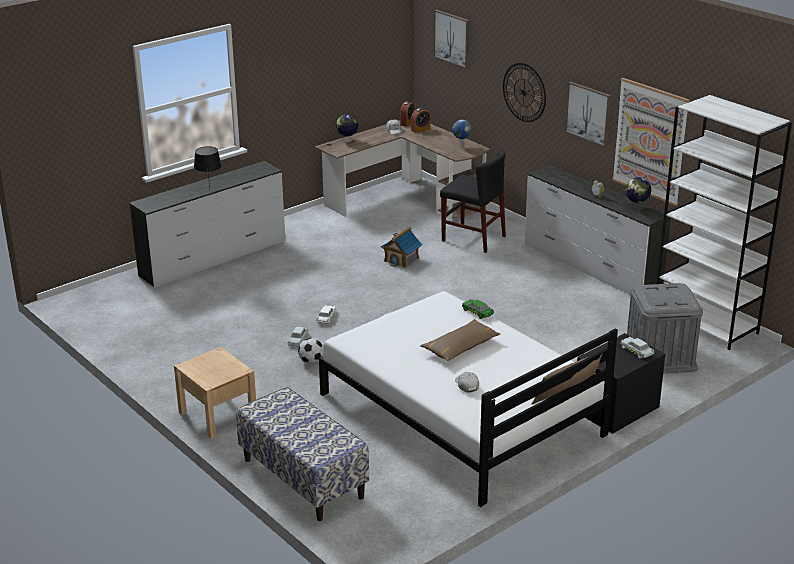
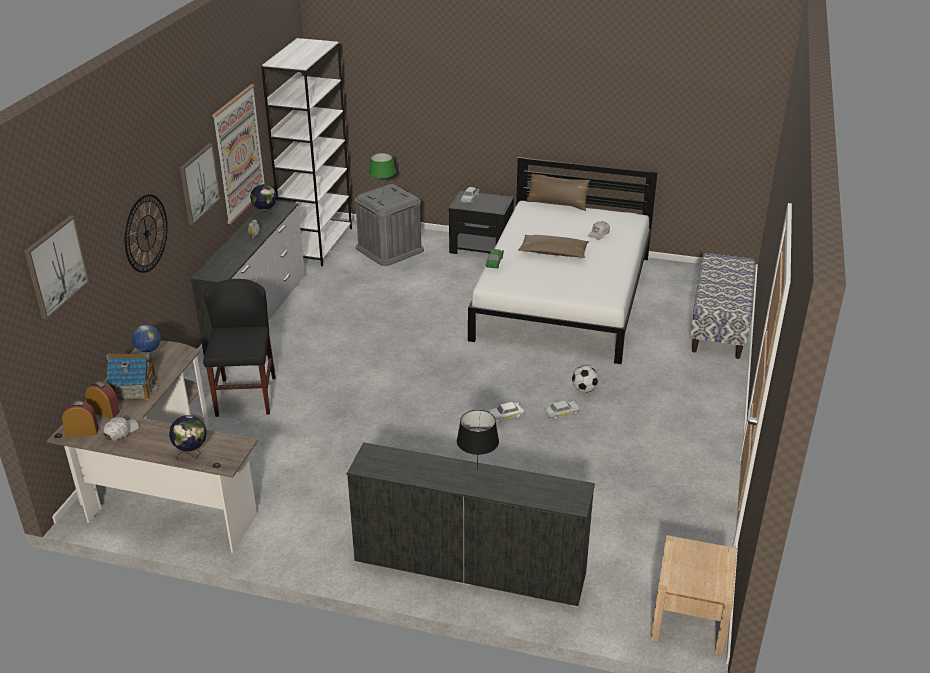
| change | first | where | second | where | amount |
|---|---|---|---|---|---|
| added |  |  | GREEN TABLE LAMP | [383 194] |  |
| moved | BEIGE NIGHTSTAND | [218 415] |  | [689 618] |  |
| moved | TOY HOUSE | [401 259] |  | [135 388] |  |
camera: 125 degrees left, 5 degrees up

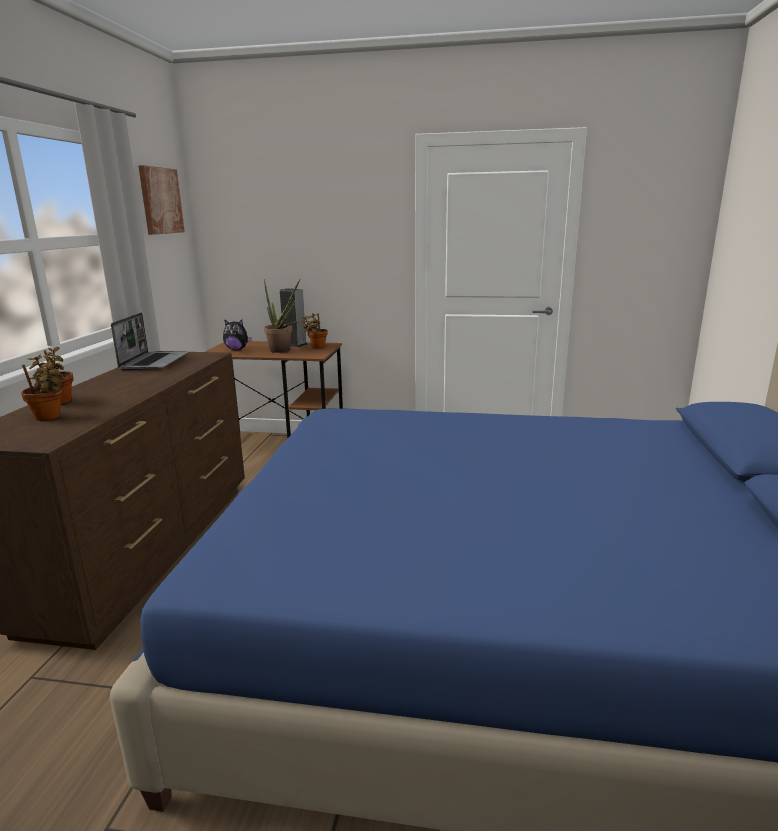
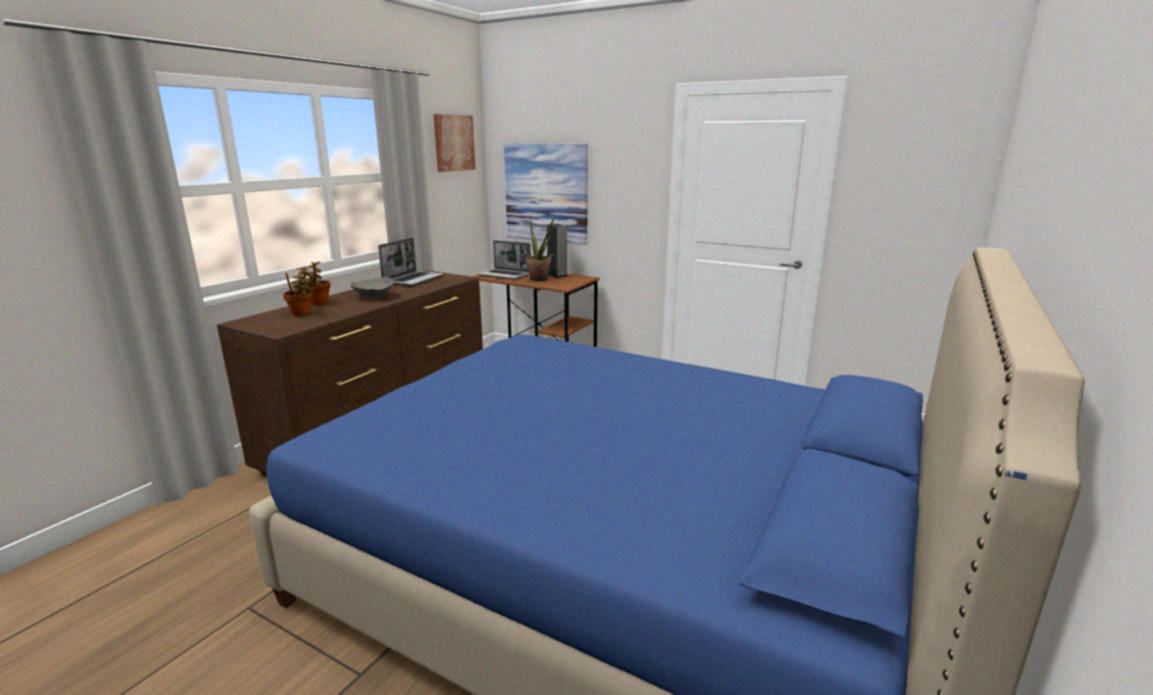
| change | first | where | second | where | amount |
|---|---|---|---|---|---|
| removed | POTTED PLANT | [317 347] |  |  |  |
| added |  |  | GREY BOWL | [374 297] |  |
| added |  |  | PICTURE | [546 193] |  |
| replaced | PLUSH TOY | [237 349] | LAPTOP | [505 275] |  |
camera: 20 degrees right, 0 degrees up

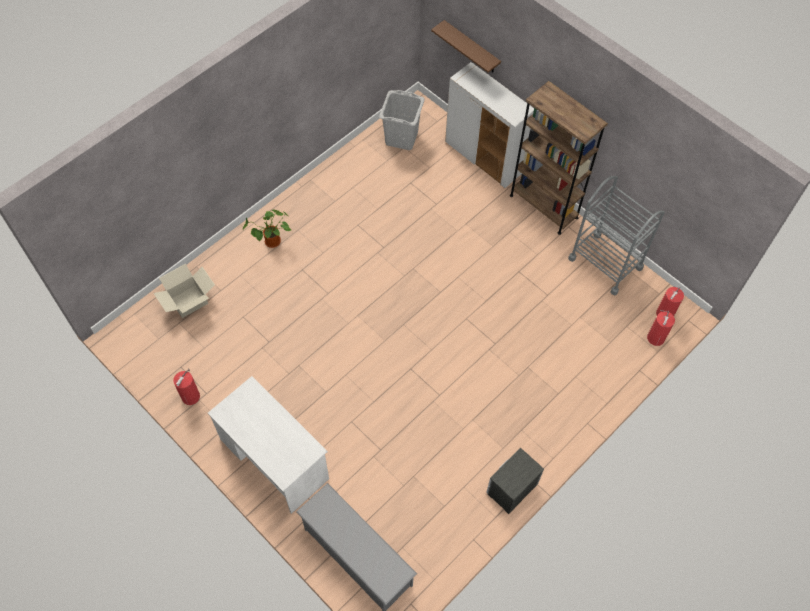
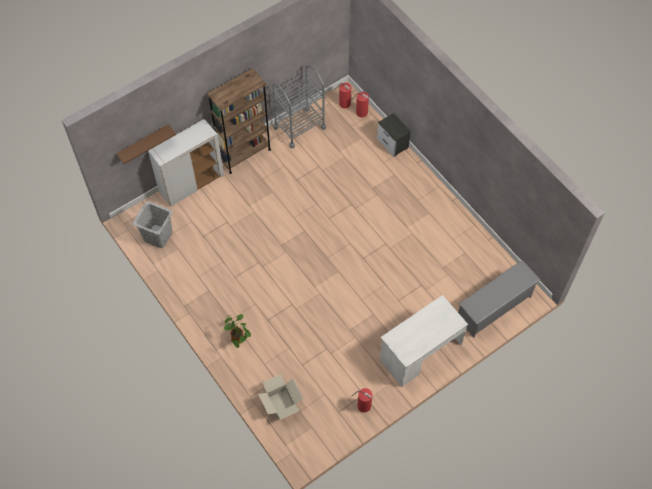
| change | first | where | second | where | amount |
|---|---|---|---|---|---|
| moved | NIGHTSTAND | [511 489] |  | [393 143] |  |
camera: 80 degrees left, 0 degrees up

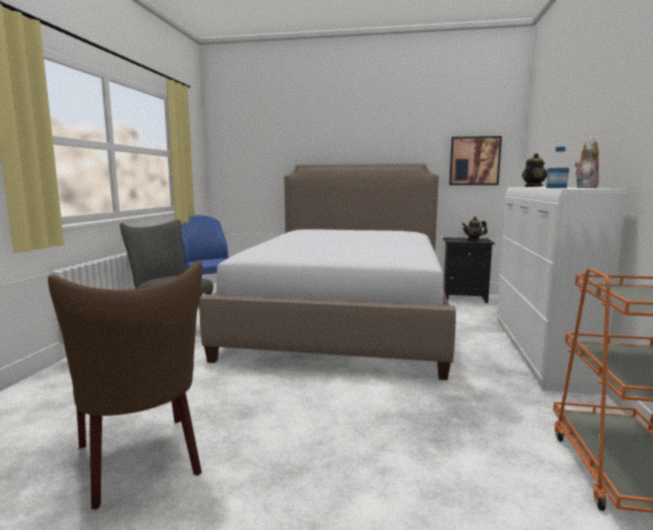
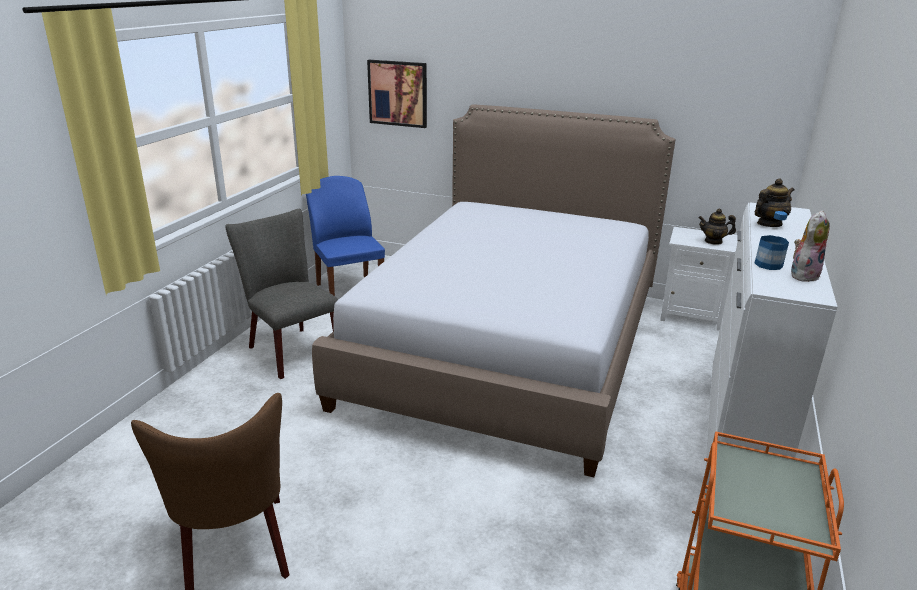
| change | first | where | second | where | amount |
|---|---|---|---|---|---|
| moved | PICTURE | [474 161] |  | [398 93] |  |
| recoloured | BLACK NIGHTSTAND | [464 297] | WHITE NIGHTSTAND | [691 315] |  |
camera: 10 degrees right, 15 degrees up

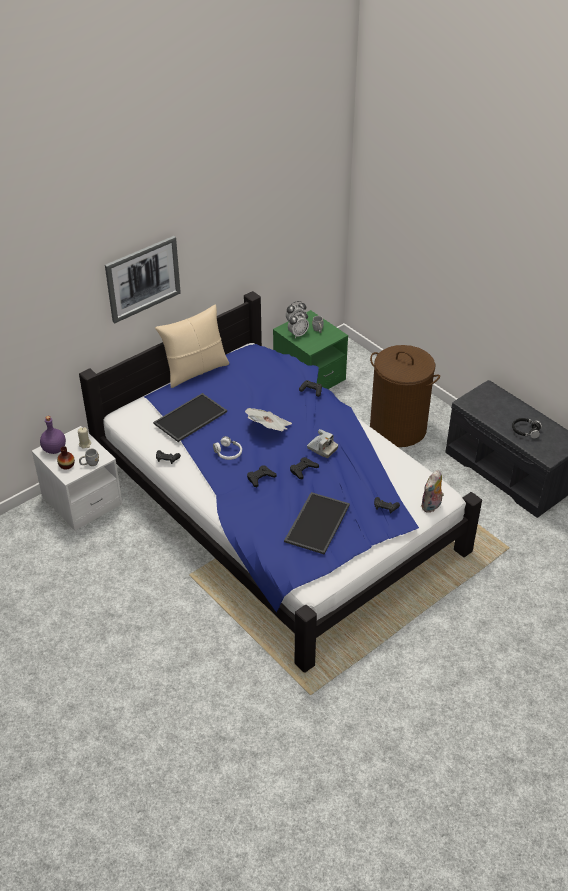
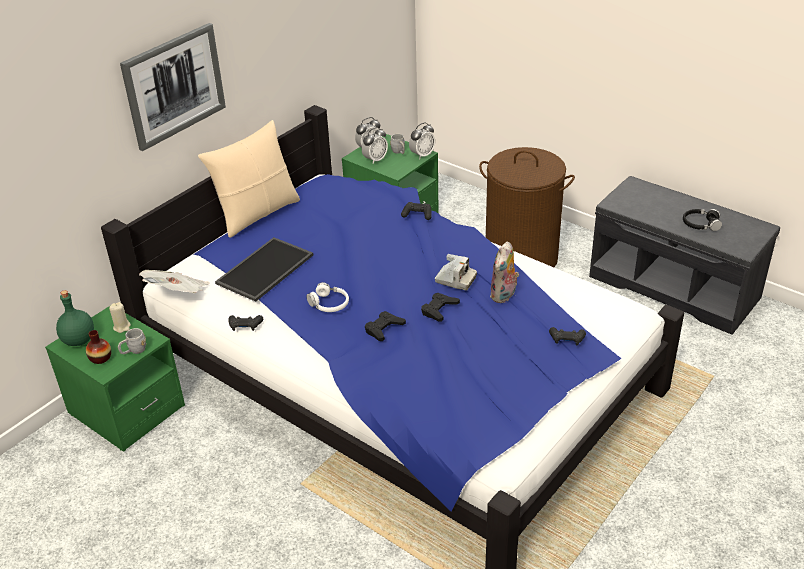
| change | first | where | second | where | amount |
|---|---|---|---|---|---|
| removed | TRAY | [316 522] |  |  |  |
| added |  |  | ALARM CLOCK | [422 155] |  |
| moved | NEWSPAPER | [269 428] |  | [178 294] |  |
| moved | PLUSH TOY | [431 506] |  | [504 295] |  |
| recoloured | WHITE NIGHTSTAND | [82 501] | GREEN NIGHTSTAND | [126 410] |  |
| recoloured | PURPLE BOTTLE | [54 450] | GREEN BOTTLE | [78 340] |  |
camera: 10 degrees left, 5 degrees down

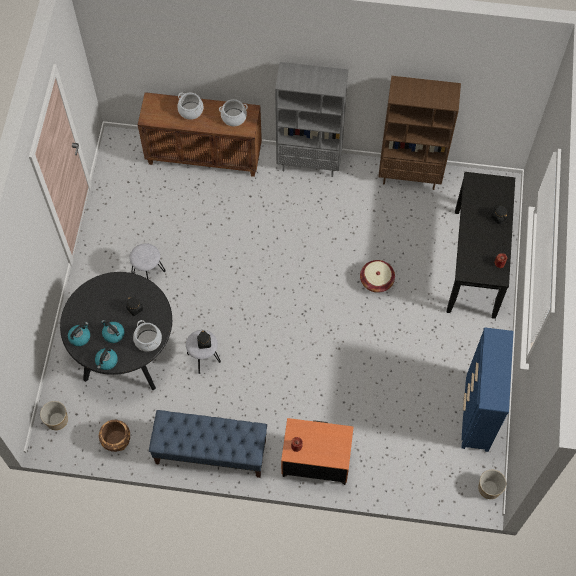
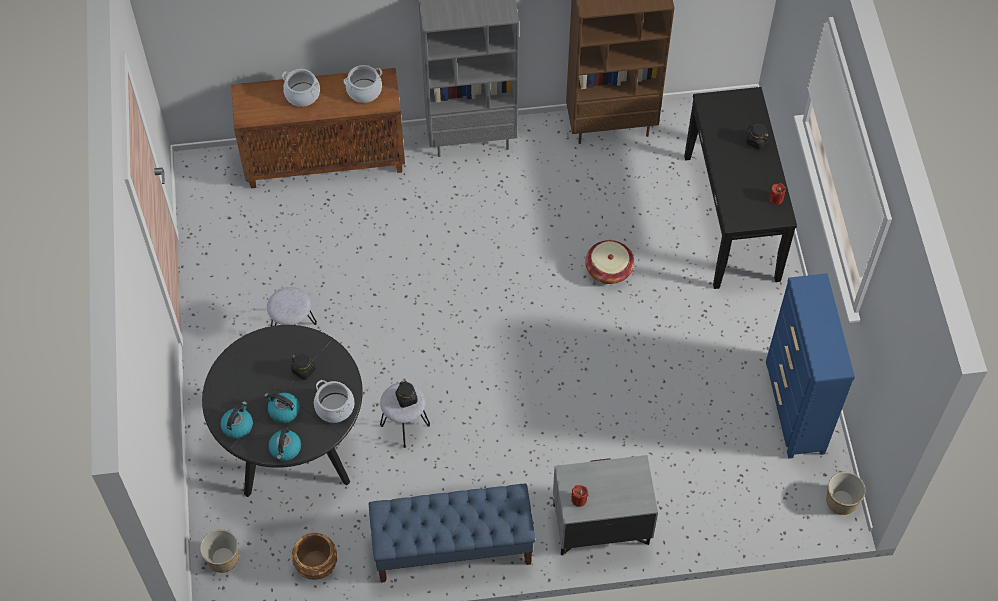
| change | first | where | second | where | amount |
|---|---|---|---|---|---|
| recoloured | ORANGE NIGHTSTAND | [315 463] | GREY NIGHTSTAND | [600 526] |  |
camera: 15 degrees left, 5 degrees down

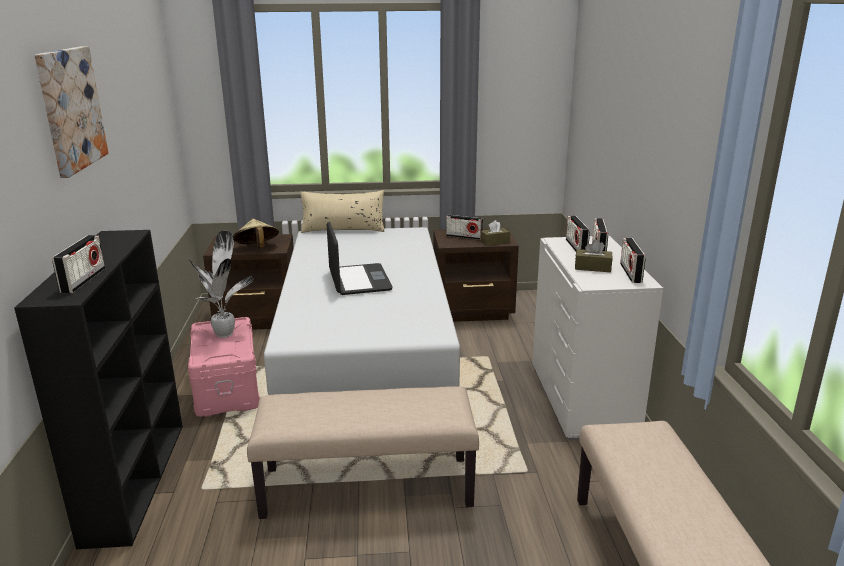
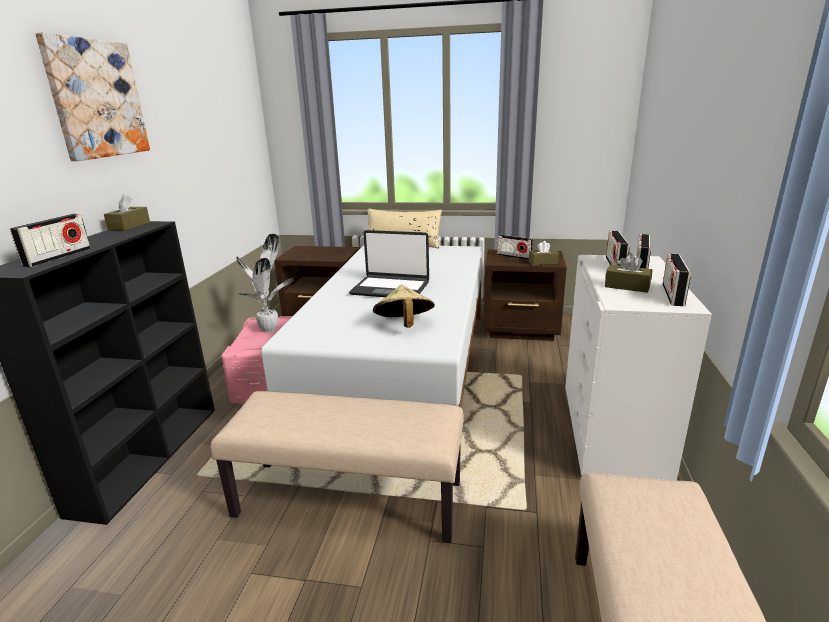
| change | first | where | second | where | amount |
|---|---|---|---|---|---|
| added |  |  | BROWN TISSUE BOX | [129 226] |  |
| moved | BEIGE HAT | [257 248] |  | [404 325] |  |
| turned | LAPTOP | [358 280] |  | [390 288] | 105 degrees clockwise |
camera: 15 degrees right, 0 degrees up

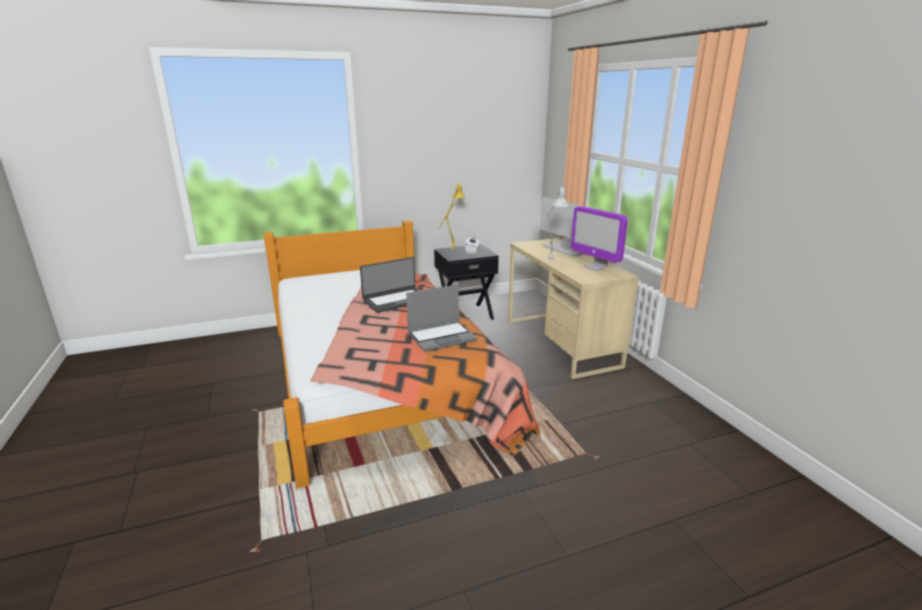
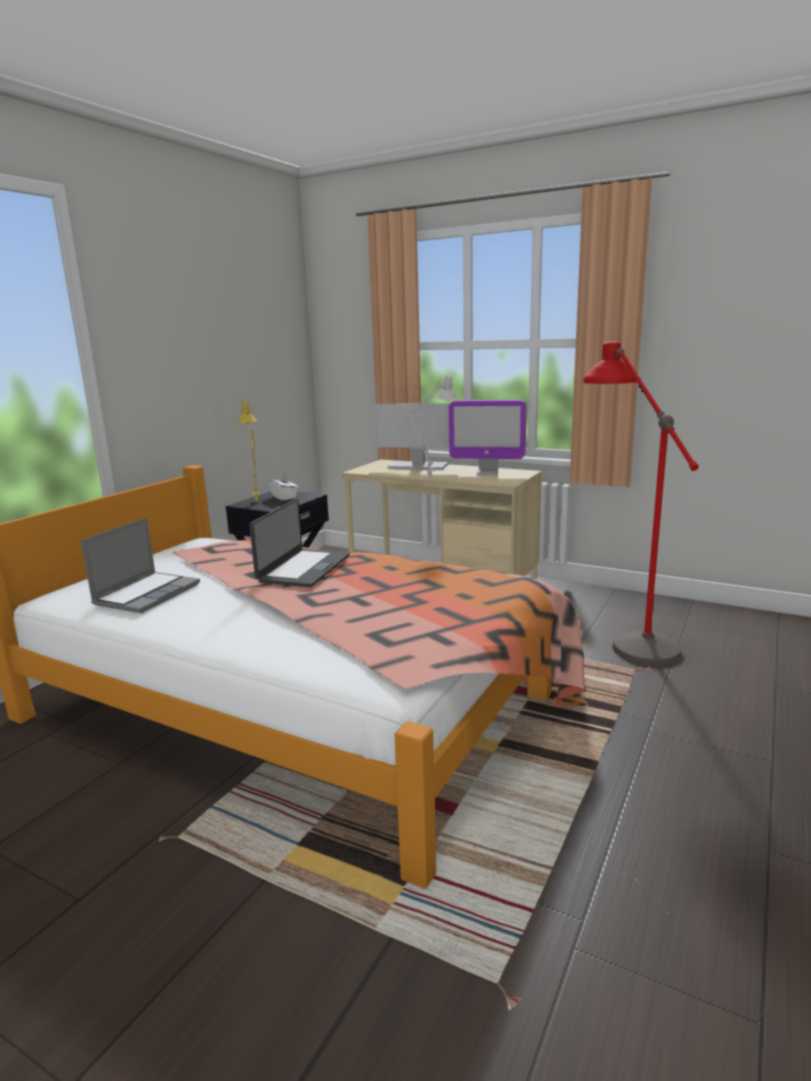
| change | first | where | second | where | amount |
|---|---|---|---|---|---|
| added |  |  | RED FLOOR LAMP | [624 630] |  |
| moved | LAPTOP | [442 337] |  | [147 594] |  |
camera: 40 degrees left, 5 degrees down

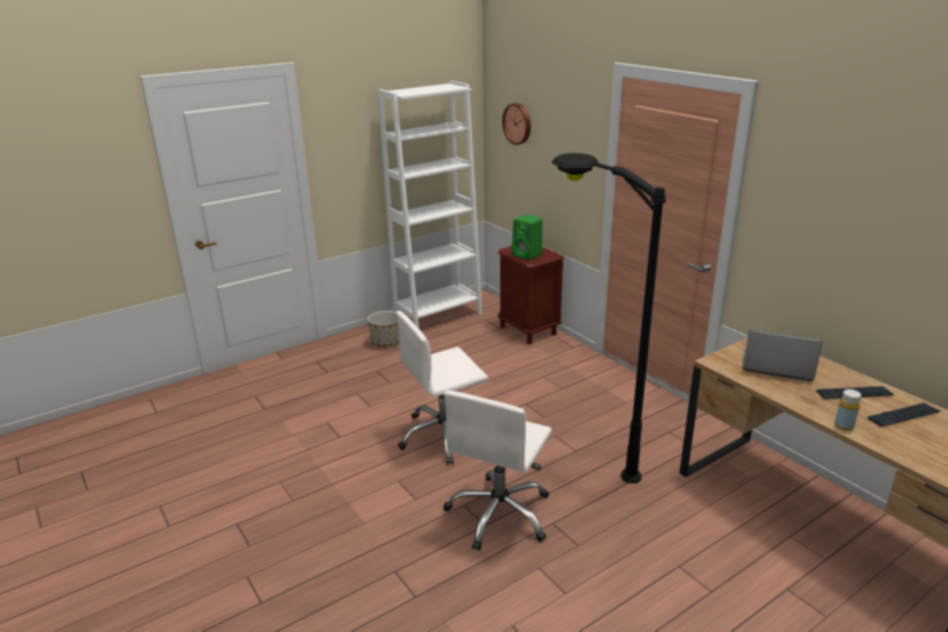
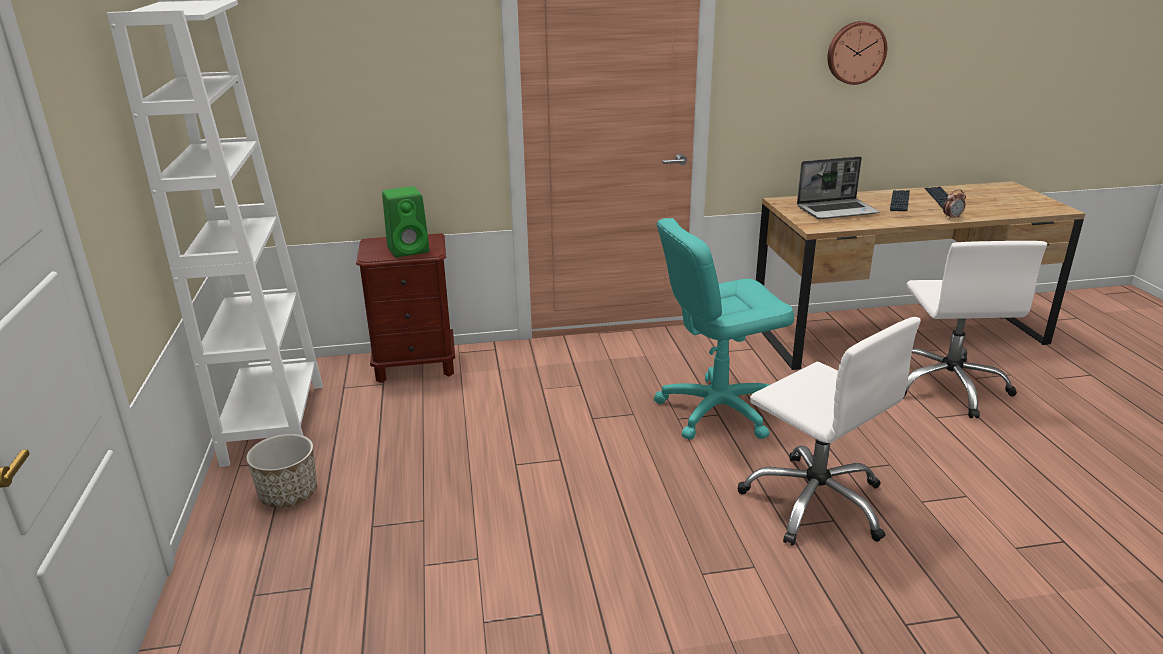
| change | first | where | second | where | amount |
|---|---|---|---|---|---|
| moved | WHITE OFFICE CHAIR | [444 436] |  | [948 386] |  |
| moved | WALL CLOCK | [518 123] |  | [855 52] |  |
| replaced | BLACK FLOOR LAMP | [580 449] | TURQUOISE OFFICE CHAIR | [717 410] |  |
| replaced | YELLOW BOTTLE | [844 426] | ALARM CLOCK | [952 218] |  |
| turned | LAPTOP | [776 366] |  | [837 210] | 150 degrees counterclockwise |
camera: 65 degrees left, 0 degrees up

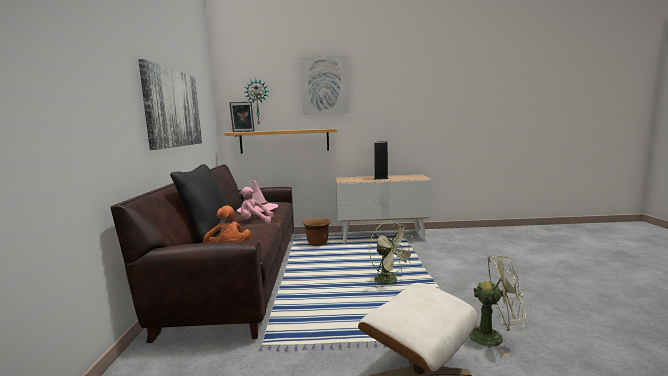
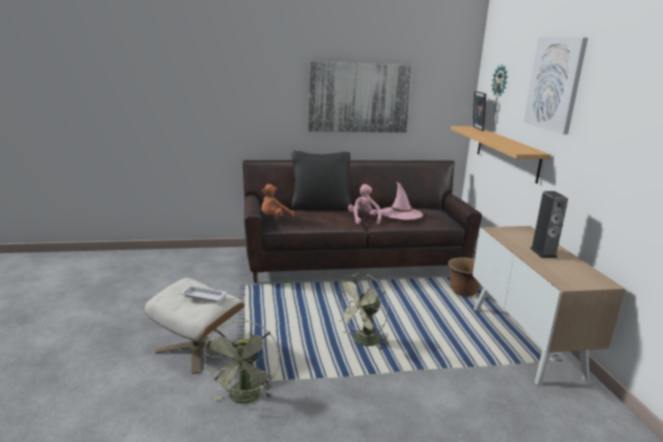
| change | first | where | second | where | amount |
|---|---|---|---|---|---|
| added |  |  | WHITE TRAY | [203 296] |  |
camera: 80 degrees right, 10 degrees up

